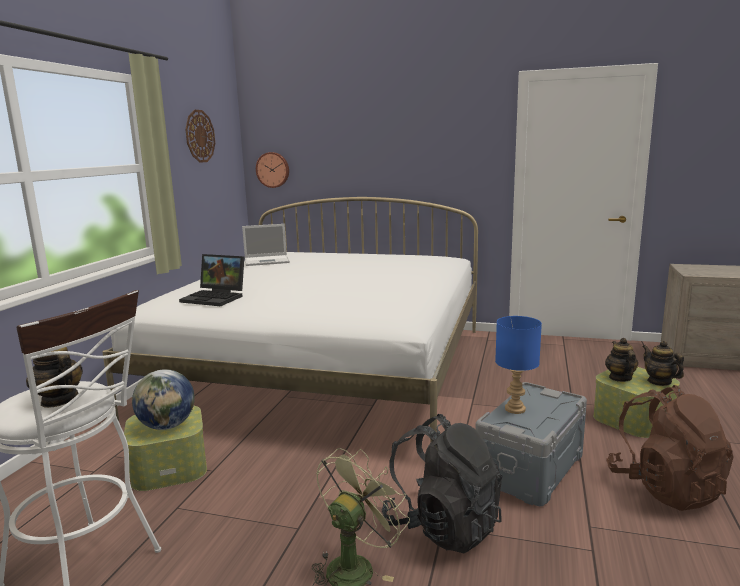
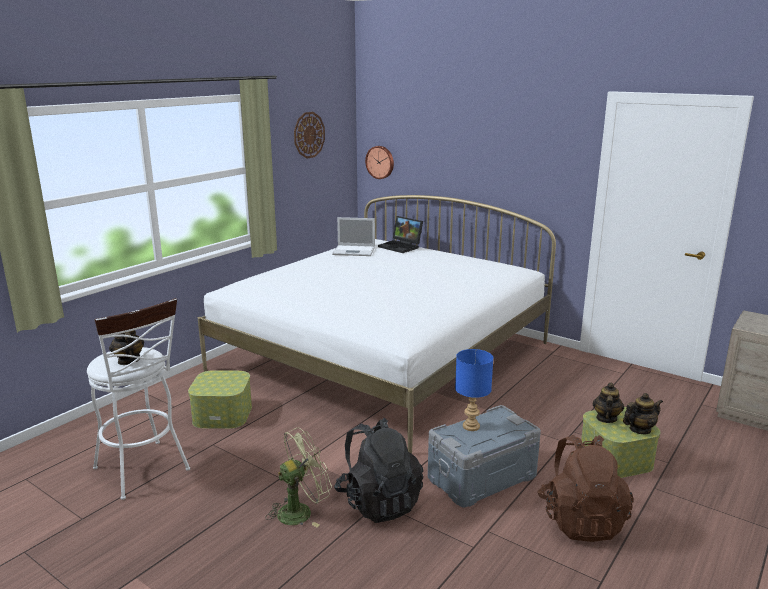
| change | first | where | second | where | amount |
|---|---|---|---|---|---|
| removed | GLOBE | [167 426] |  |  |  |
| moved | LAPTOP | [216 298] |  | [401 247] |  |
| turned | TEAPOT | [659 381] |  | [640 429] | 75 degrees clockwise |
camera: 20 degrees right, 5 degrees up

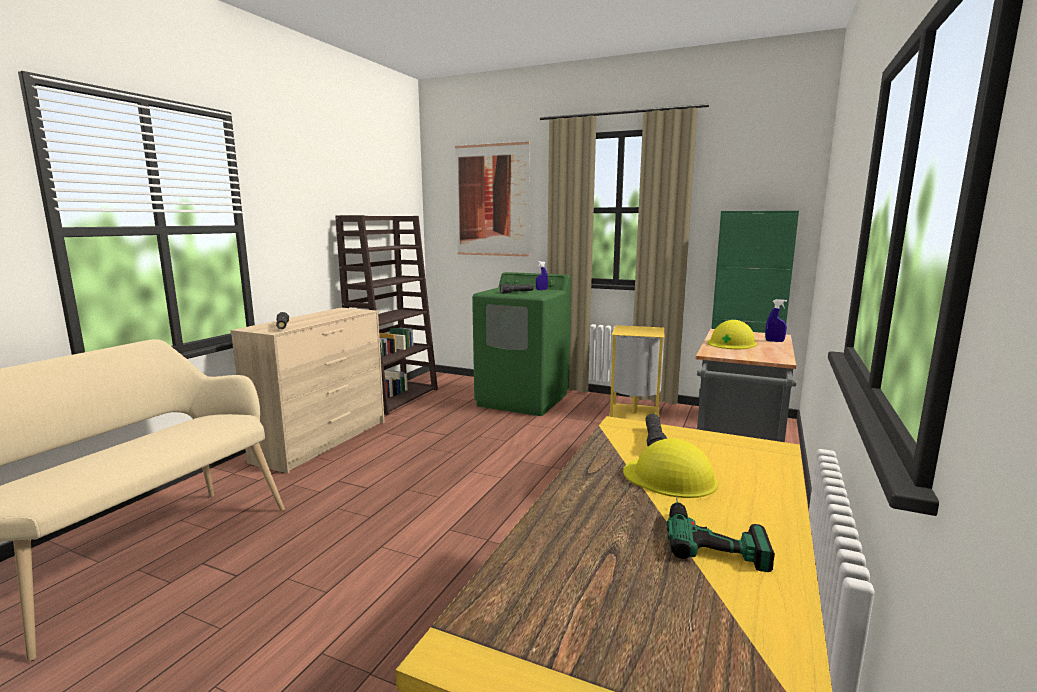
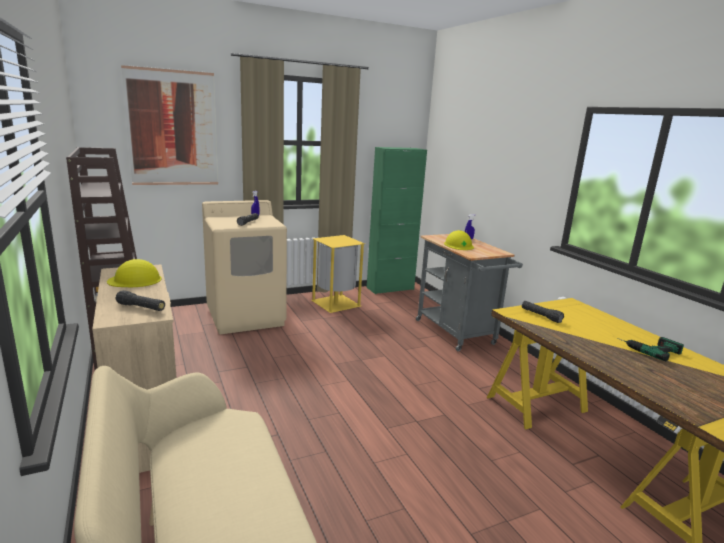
| change | first | where | second | where | amount |
|---|---|---|---|---|---|
| moved | YELLOW HARD HAT | [670 477] |  | [135 280] |  |
| recoloured | GREEN WASHING MACHINE | [523 400] | BEIGE WASHING MACHINE | [246 317] |  |
camera: 50 degrees left, 5 degrees up

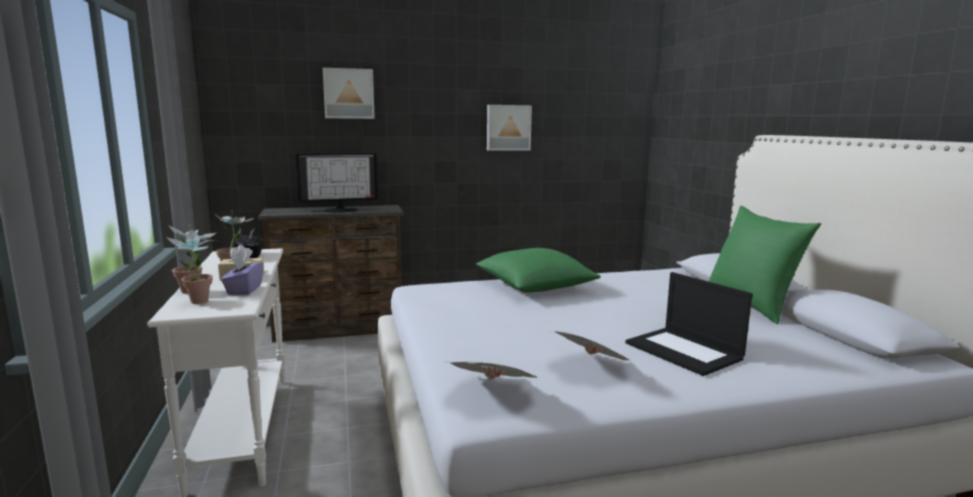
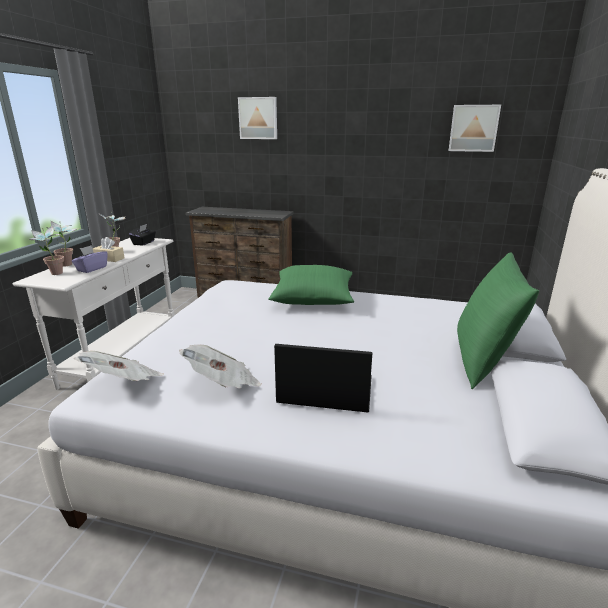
| change | first | where | second | where | amount |
|---|---|---|---|---|---|
| removed | MONITOR | [341 210] |  |  |  |
| moved | PICTURE | [508 127] |  | [473 128] |  |
| turned | LAPTOP | [685 351] |  | [324 391] | 105 degrees clockwise |
camera: 30 degrees right, 10 degrees up

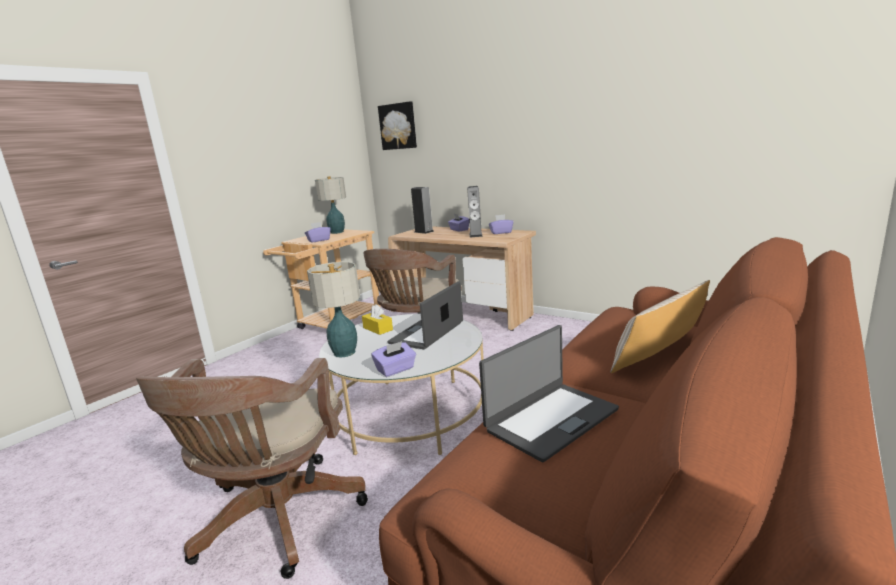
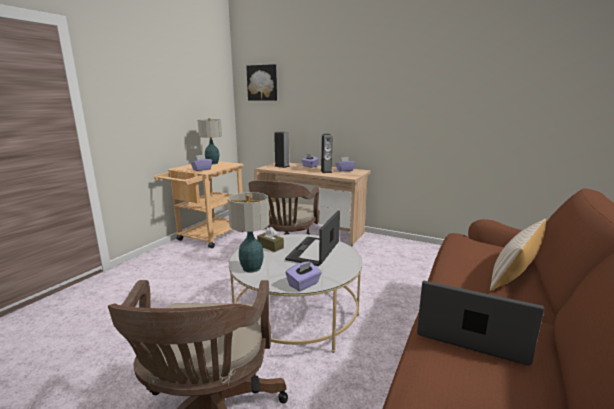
| change | first | where | second | where | amount |
|---|---|---|---|---|---|
| recoloured | YELLOW TISSUE BOX | [378 329] | BROWN TISSUE BOX | [270 246] |  |
| turned | LAPTOP | [550 419] |  | [471 334] | 105 degrees counterclockwise |
camera: 10 degrees left, 0 degrees up

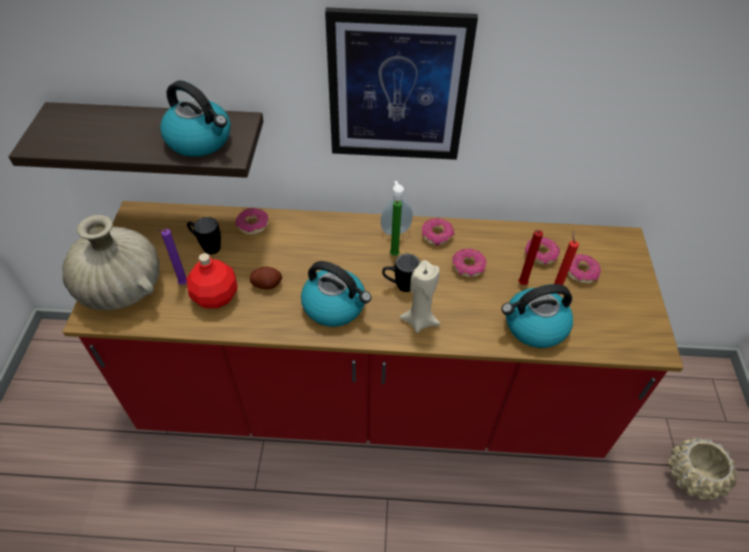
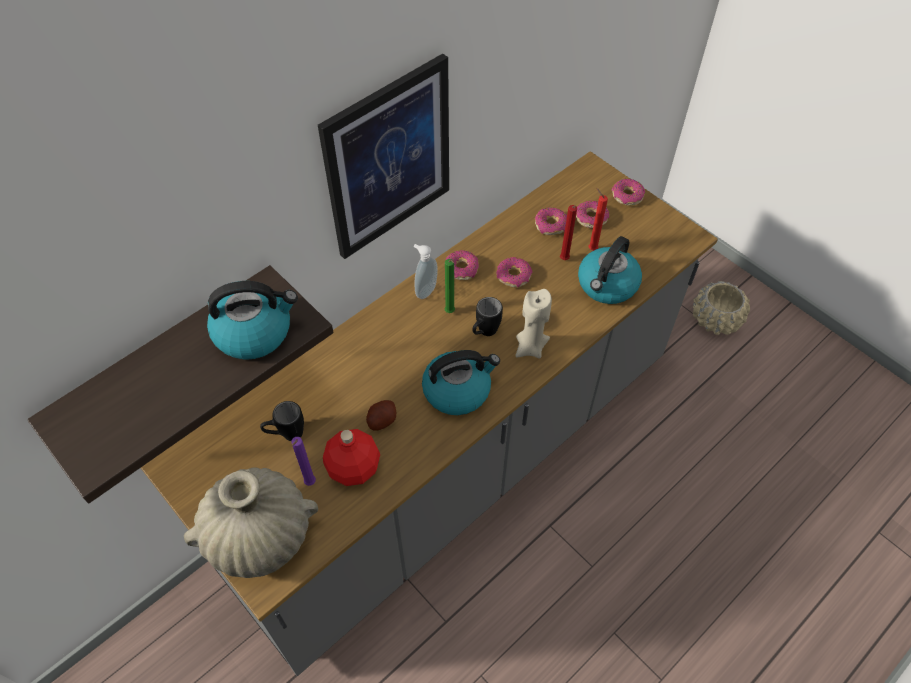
| change | first | where | second | where | amount |
|---|---|---|---|---|---|
| moved | DONUT | [253 225] |  | [627 196] |  |
| recoloured | RED COUNTER | [371 399] | GREY COUNTER | [455 464] |  |
camera: 45 degrees left, 5 degrees up

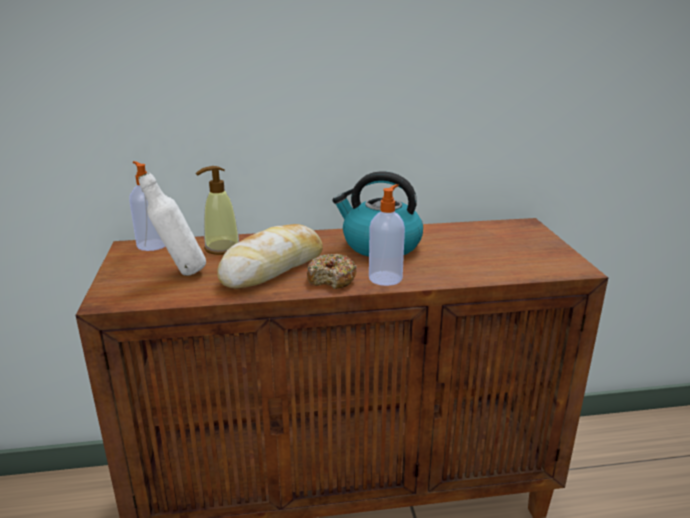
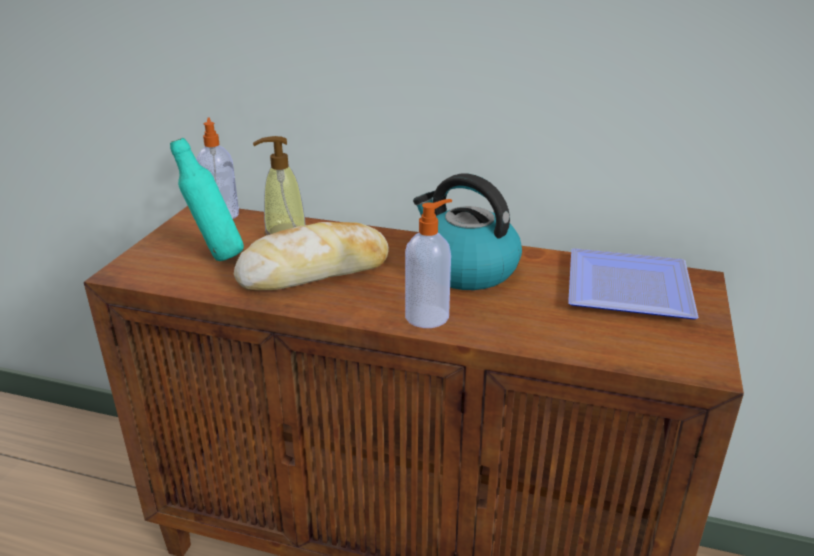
| change | first | where | second | where | amount |
|---|---|---|---|---|---|
| removed | DONUT | [332 279] |  |  |  |
| added |  |  | PLATE | [624 290] |  |
| recoloured | WHITE BOTTLE | [180 273] | TURQUOISE BOTTLE | [216 256] |  |
camera: 25 degrees right, 5 degrees up

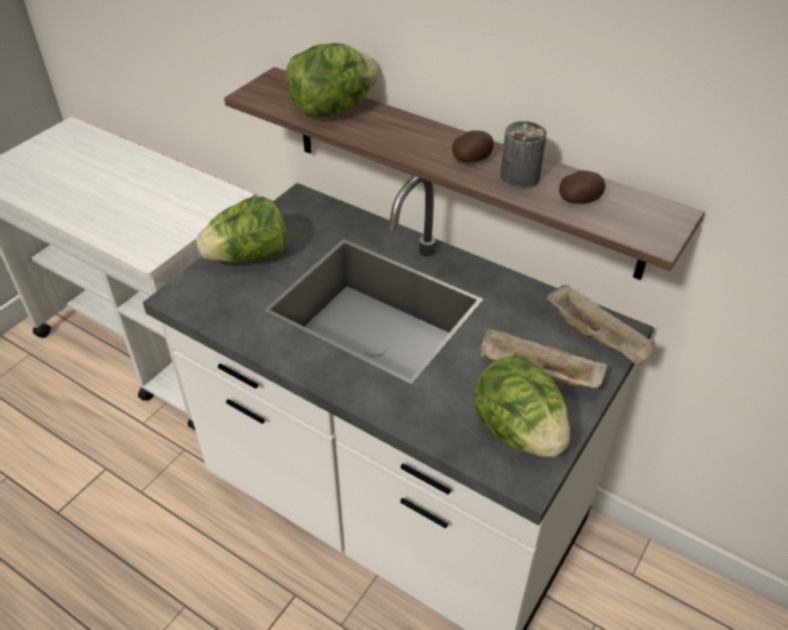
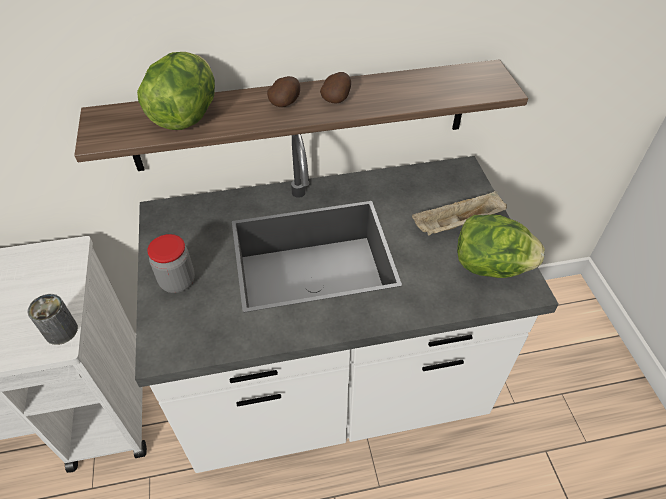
| change | first | where | second | where | amount |
|---|---|---|---|---|---|
| removed | BEIGE TRAY | [597 338] |  |  |  |
| moved | CAN | [519 177] |  | [61 331] |  |
| moved | POTATO | [579 200] |  | [285 103] |  |
| replaced | LETTUCE | [248 257] | JAR | [177 281] |  |
camera: 45 degrees left, 5 degrees up

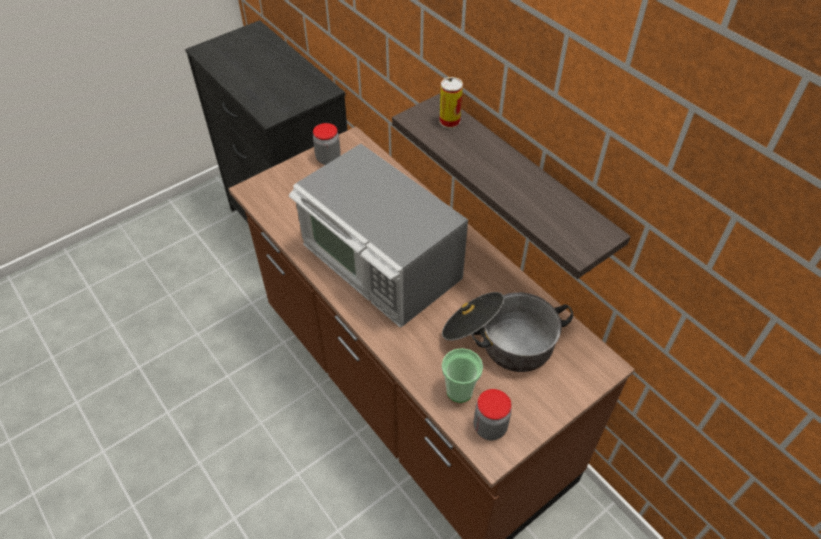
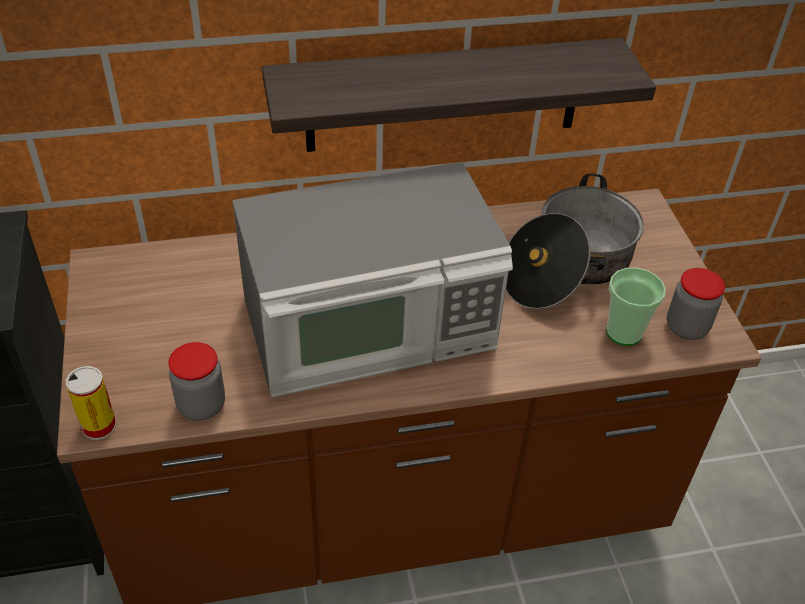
| change | first | where | second | where | amount |
|---|---|---|---|---|---|
| moved | JAR | [328 159] |  | [201 405] |  |
| moved | CAN | [449 121] |  | [99 426] |  |
camera: 65 degrees left, 5 degrees down

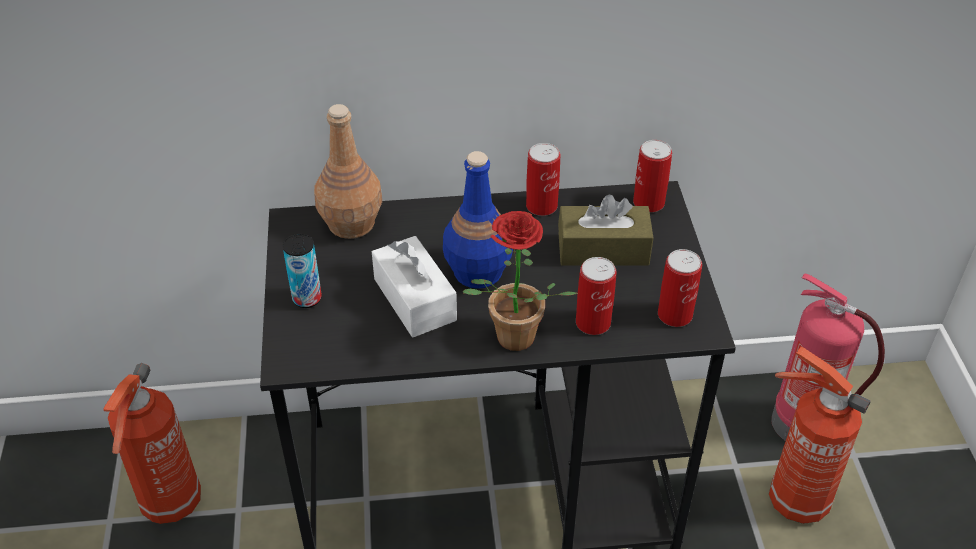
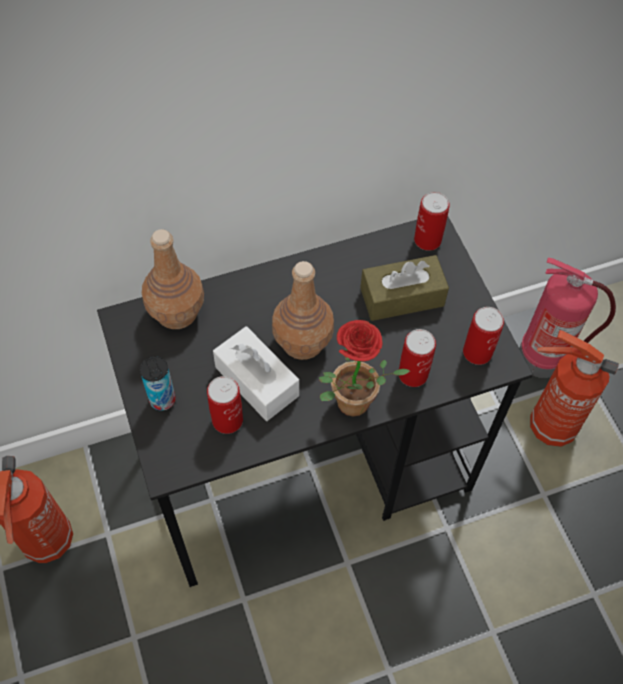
| change | first | where | second | where | amount |
|---|---|---|---|---|---|
| moved | CAN | [541 206] |  | [227 420] |  |
| recoloured | BLUE BOTTLE | [477 272] | BROWN BOTTLE | [302 342] |  |
camera: 15 degrees left, 15 degrees up

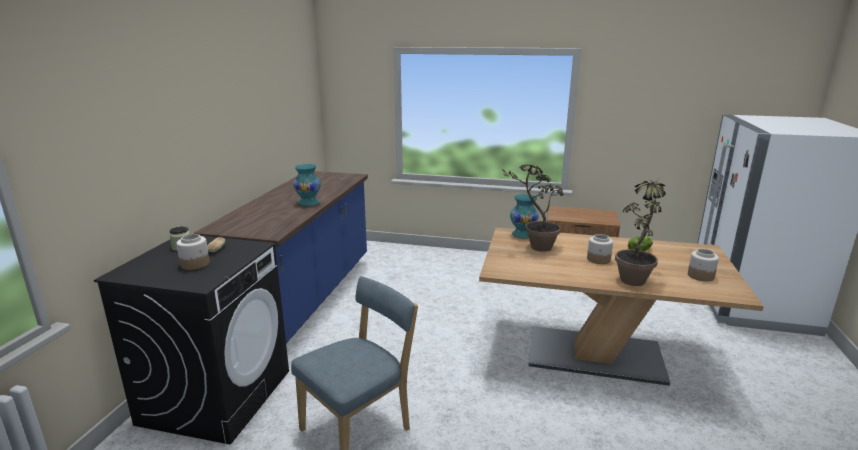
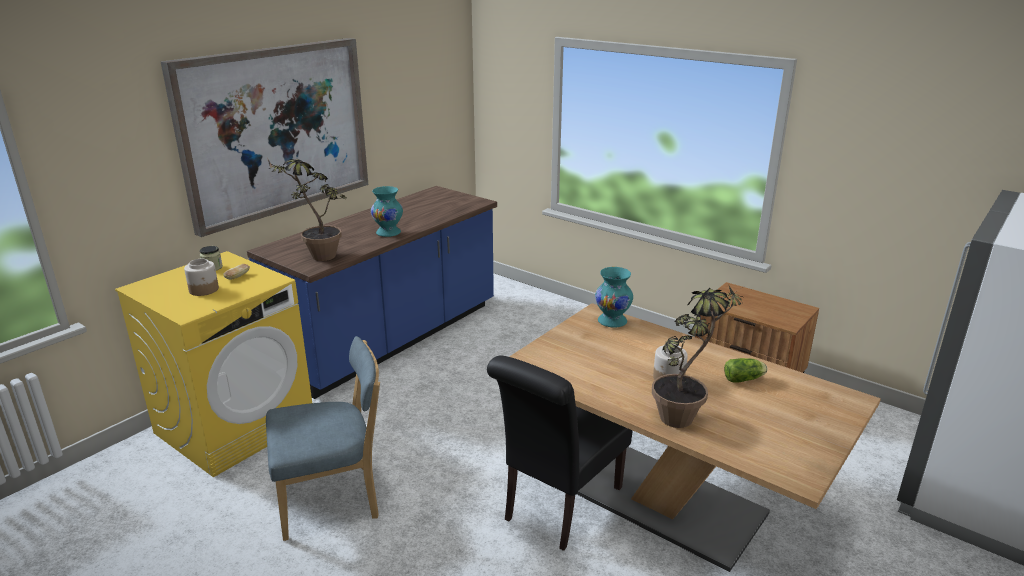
| change | first | where | second | where | amount |
|---|---|---|---|---|---|
| removed | JAR | [700 276] |  |  |  |
| added |  |  | PICTURE | [276 131] |  |
| added |  |  | BLACK CHAIR | [558 509] |  |
| moved | POTTED PLANT | [533 247] |  | [316 255] |  |
| recoloured | BLACK WASHING MACHINE | [217 396] | YELLOW WASHING MACHINE | [235 426] |  |
camera: 25 degrees right, 5 degrees up

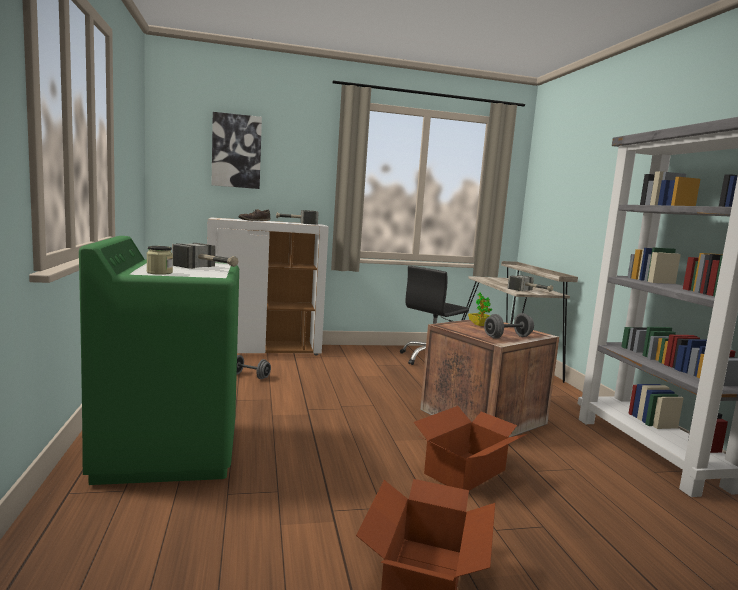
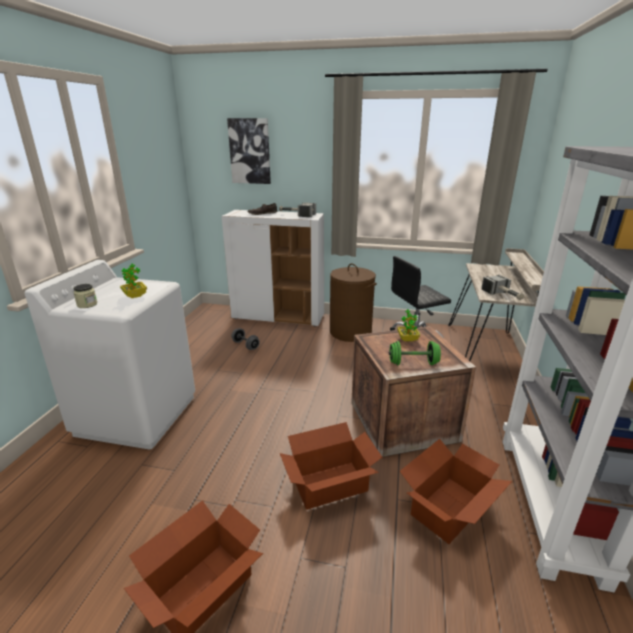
| change | first | where | second | where | amount |
|---|---|---|---|---|---|
| added |  |  | BROWN LAUNDRY BASKET | [350 332] |  |
| added |  |  | CARDBOARD BOX | [447 508] |  |
| replaced | HAMMER | [208 269] | POTTED PLANT | [135 296] |  |
| recoloured | GREEN WASHING MACHINE | [168 450] | WHITE WASHING MACHINE | [137 414] |  |
| recoloured | GREY DUMBBELL | [507 337] | GREEN DUMBBELL | [413 363] |  |
camera: 25 degrees right, 15 degrees up

